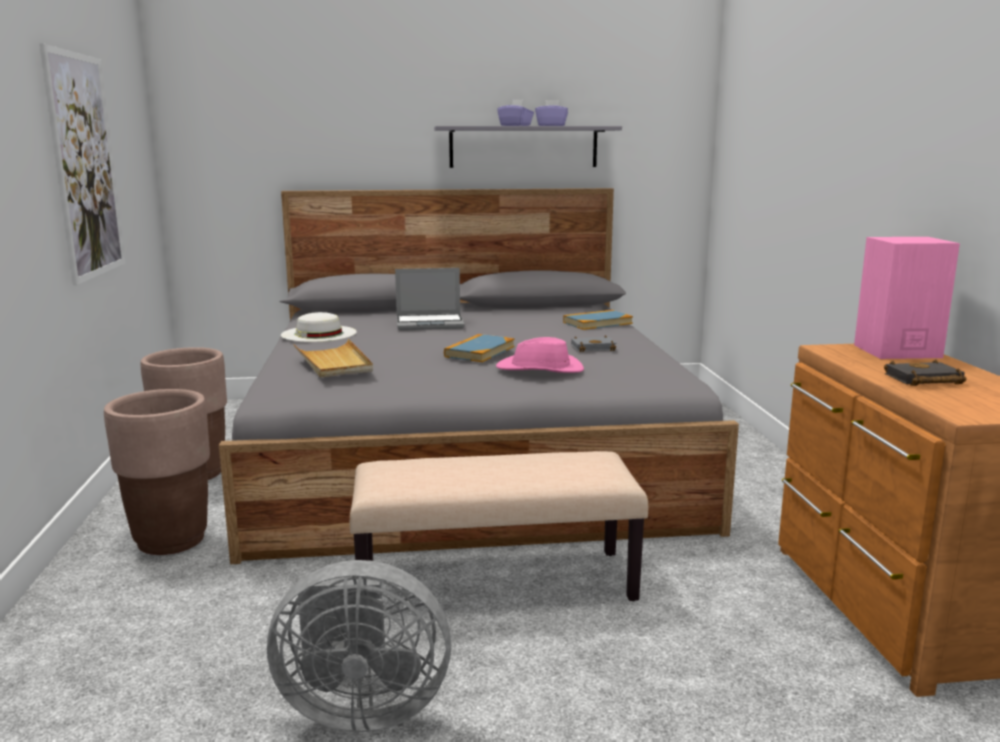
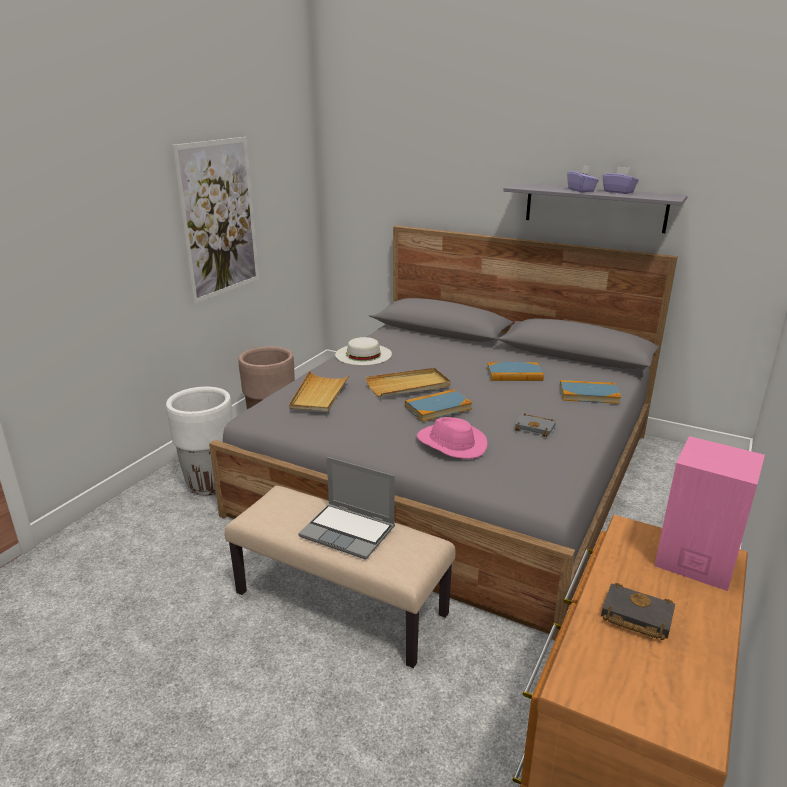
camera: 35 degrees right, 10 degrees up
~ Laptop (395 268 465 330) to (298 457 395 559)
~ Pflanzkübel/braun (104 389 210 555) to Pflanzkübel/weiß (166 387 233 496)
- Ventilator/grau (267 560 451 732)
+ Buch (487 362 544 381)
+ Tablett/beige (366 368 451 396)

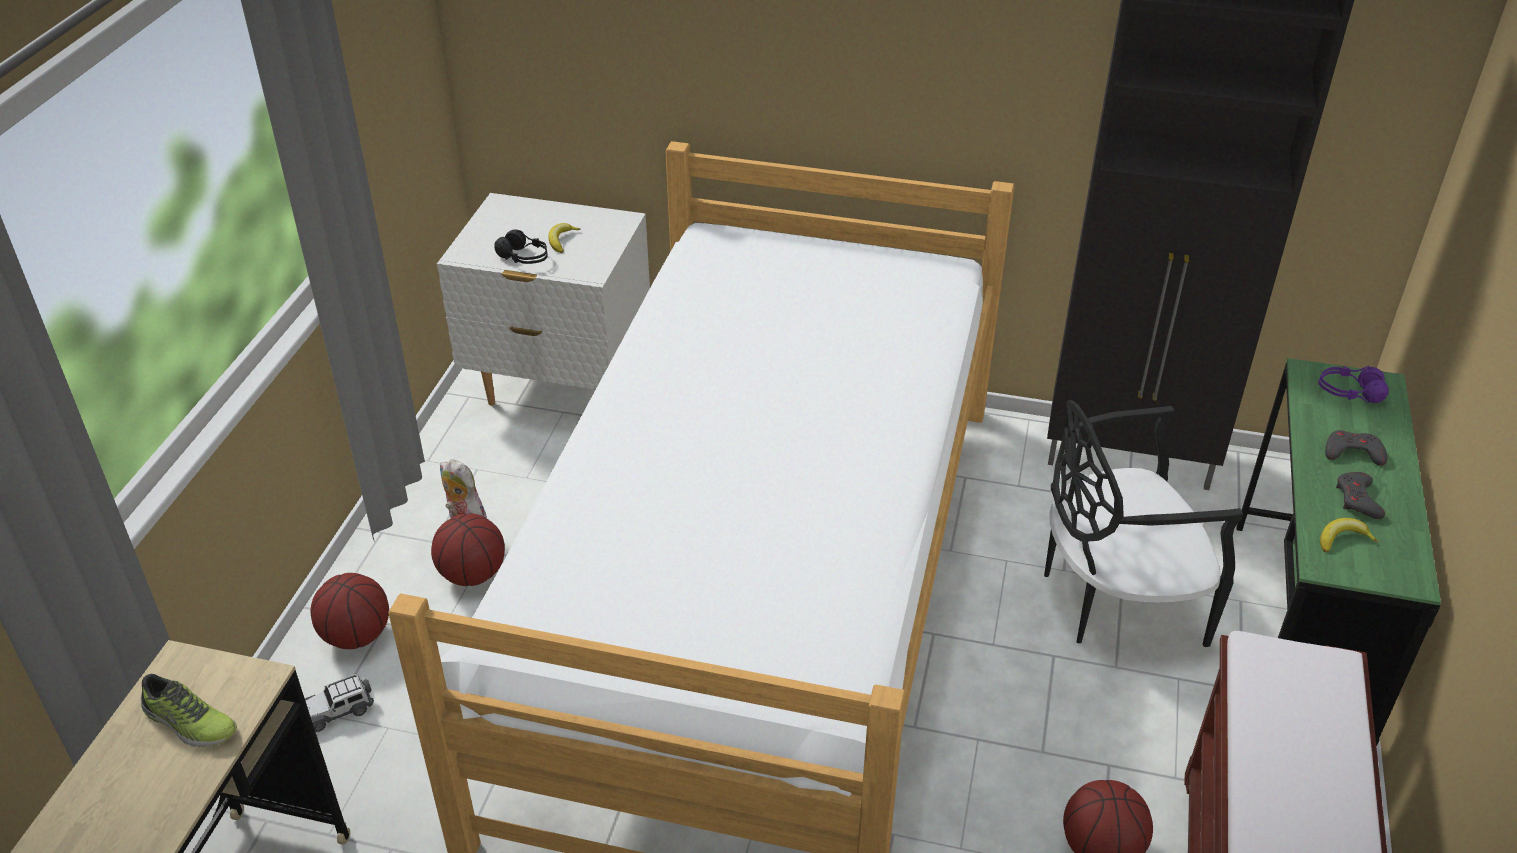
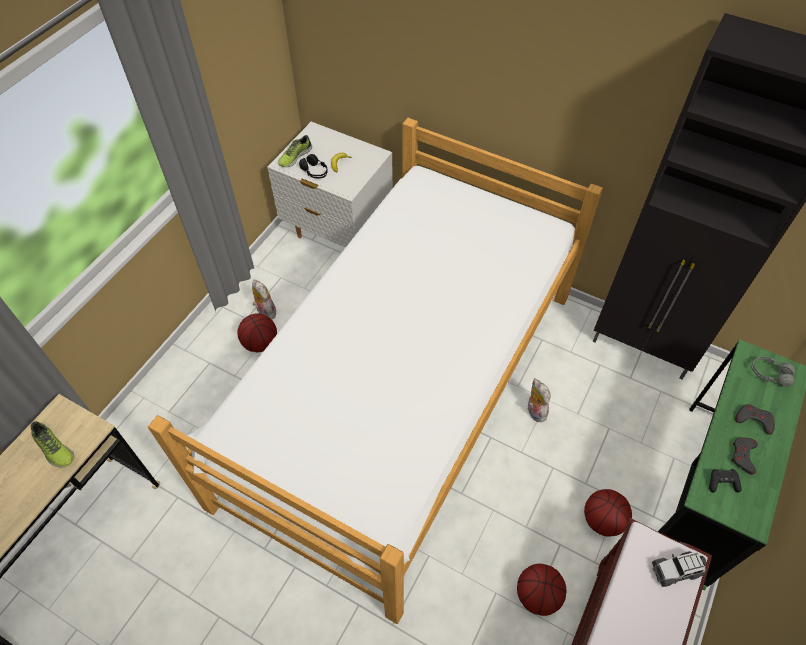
camera: 15 degrees right, 15 degrees up
~ Kopfhörer/lila (1318 366 1389 403) to Kopfhörer/grau (751 356 795 387)
- Stuhl/schwarz (1044 400 1243 647)
~ Banane (1320 518 1378 552) to Gamepad/schwarz (709 469 742 493)
~ Basketball (311 573 389 649) to (584 489 632 537)
~ Spielzeugauto (305 674 374 732) to (652 551 707 587)
+ Schuh (278 135 312 167)
+ Plüschtier (528 378 551 422)

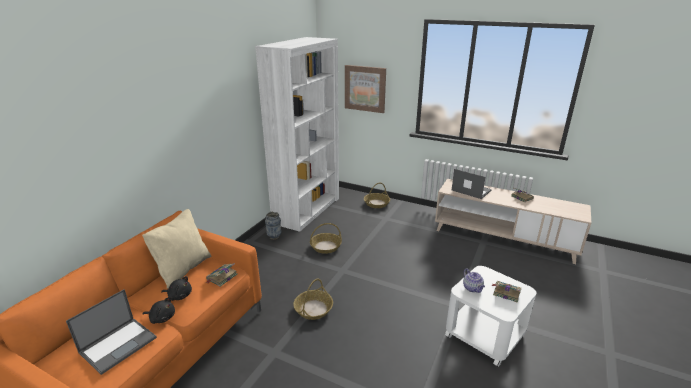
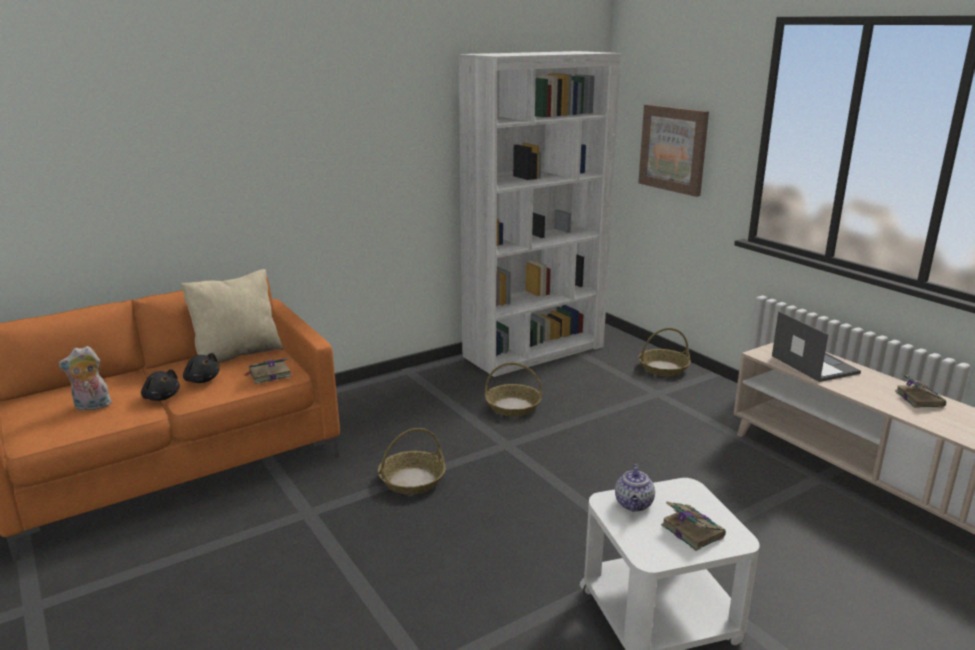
camera: 30 degrees right, 5 degrees down
- Vase (265 212 281 240)
~ Laptop (66 289 157 375) to Plüschtier (58 346 113 411)

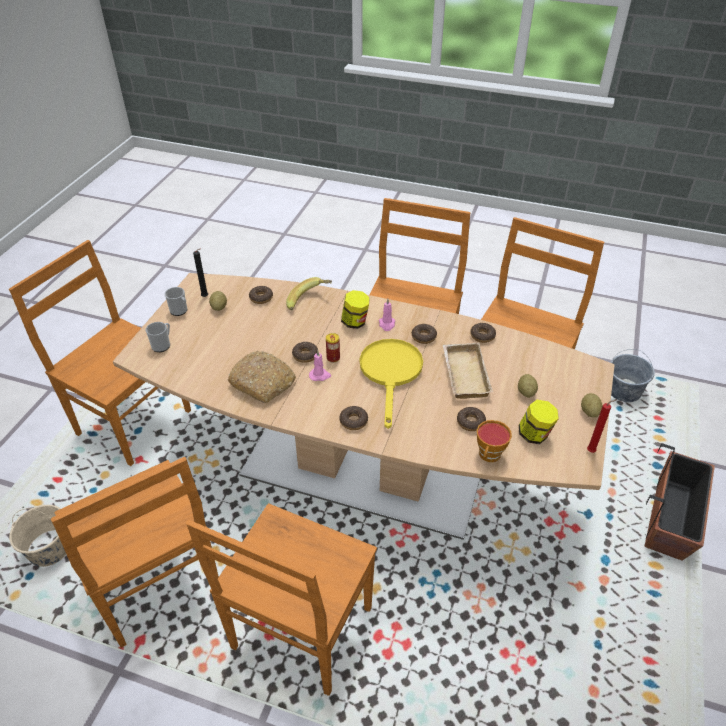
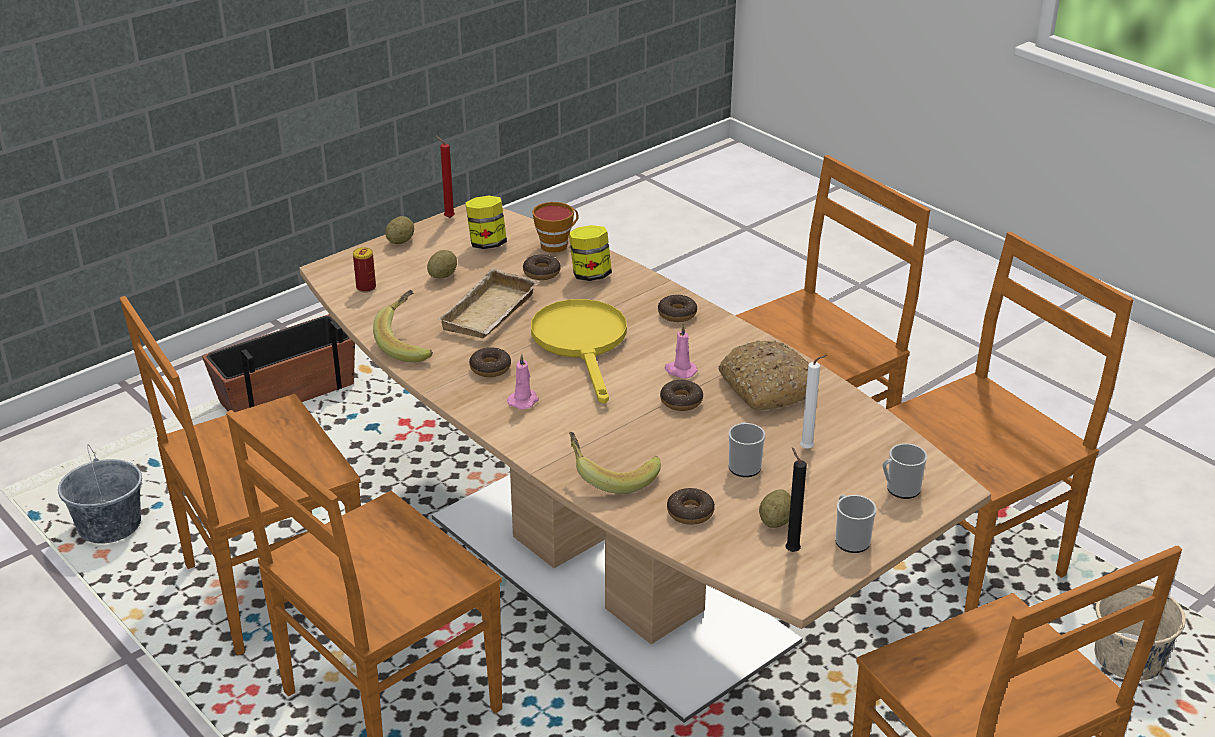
camera: 150 degrees left, 10 degrees down
~ Vorratsglas (341 290 370 329) to (569 225 612 281)
~ Donut (470 323 496 343) to Banane (373 290 433 363)
~ Dose (326 333 340 363) to (353 247 376 292)
~ Pfanne/gelb (360 339 423 429) = (531 299 627 404) 135 degrees clockwise
~ Stuhl/braun (51 457 219 648) = (887 232 1133 613) 60 degrees clockwise
+ Kerze/weiß (800 355 827 449)
+ Henkelbecher (729 422 765 477)

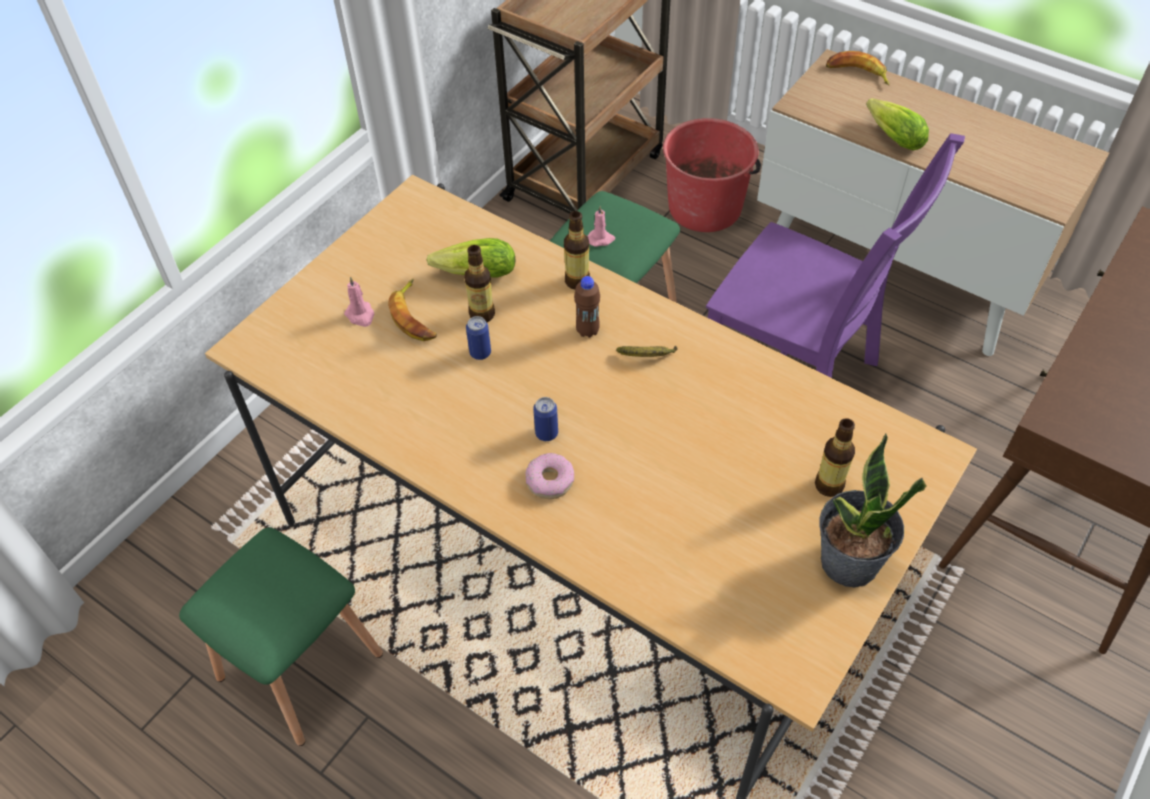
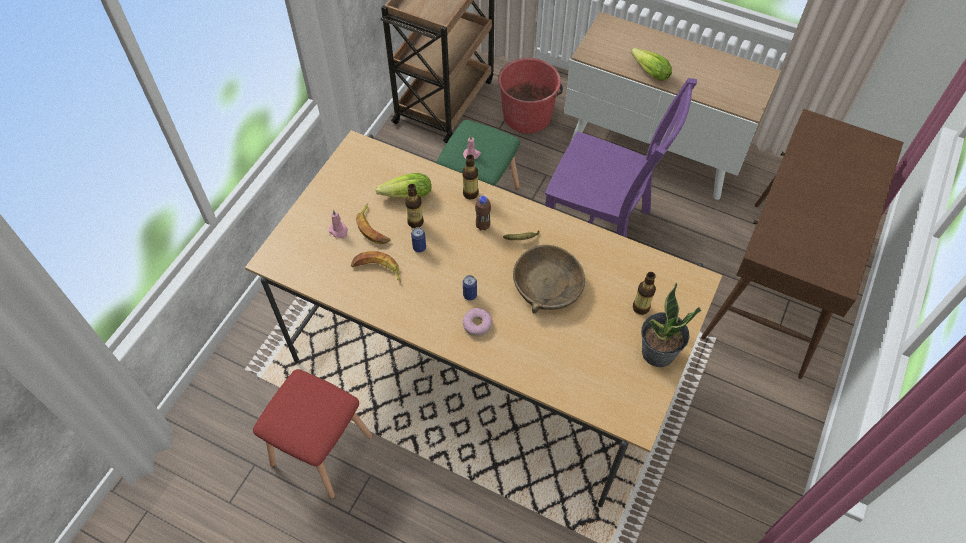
camera: 10 degrees left, 5 degrees up
~ Banane (826 51 890 86) to (351 251 401 282)
~ Hocker/grün (179 527 383 746) to Hocker/rot (253 369 372 499)
+ Schüssel/braun (513 245 585 314)

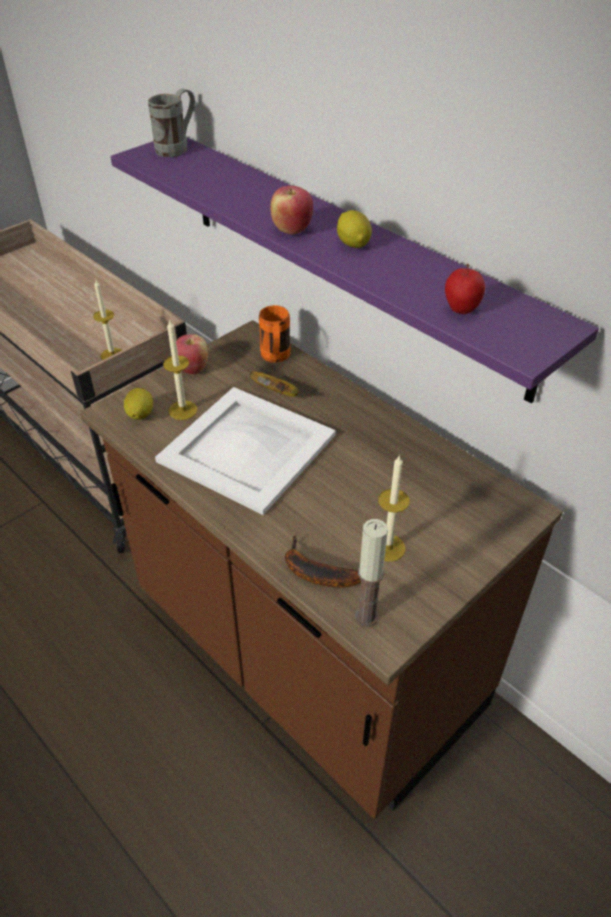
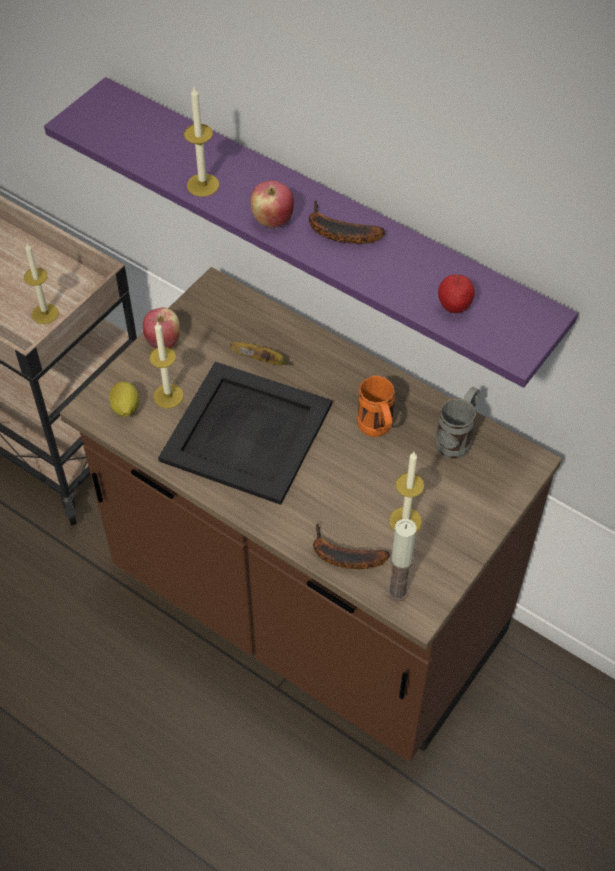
camera: 10 degrees left, 10 degrees up
~ Henkelbecher/grau (148 89 195 157) to (435 387 480 459)
~ Zitrone (337 210 372 248) to Banane (309 200 385 244)
~ Henkelbecher/orange (259 305 291 363) to (357 376 395 437)
~ Tablett/weiß (155 387 336 515) to Tablett/schwarz (158 362 332 505)
+ Kerze (184 87 219 197)

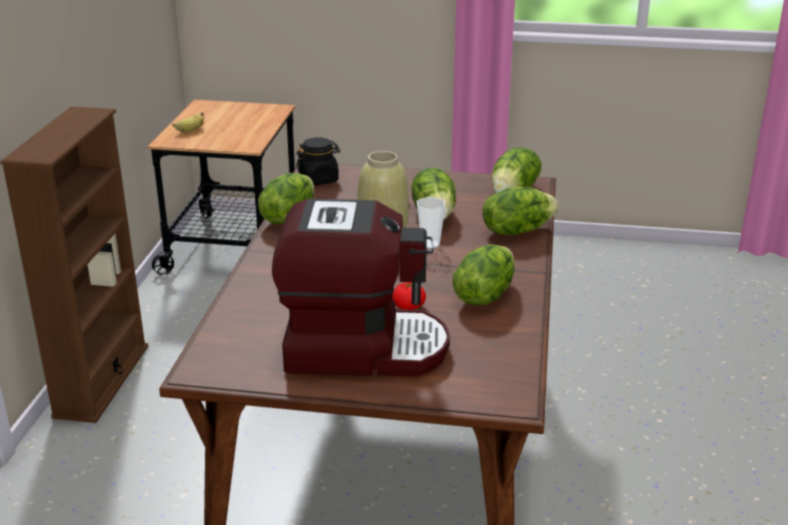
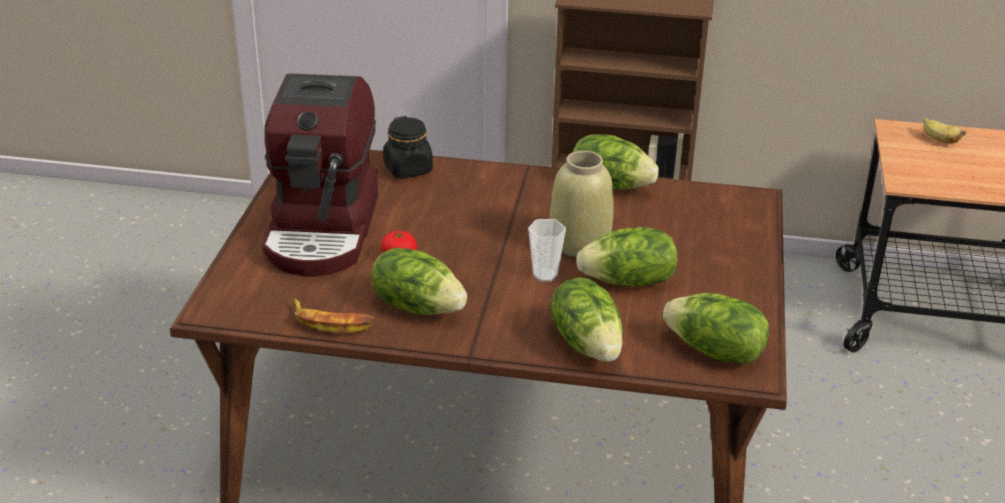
camera: 90 degrees right, 5 degrees up
~ Vorratsglas/schwarz (296 137 340 185) to (383 116 433 178)
+ Banane (294 298 375 333)

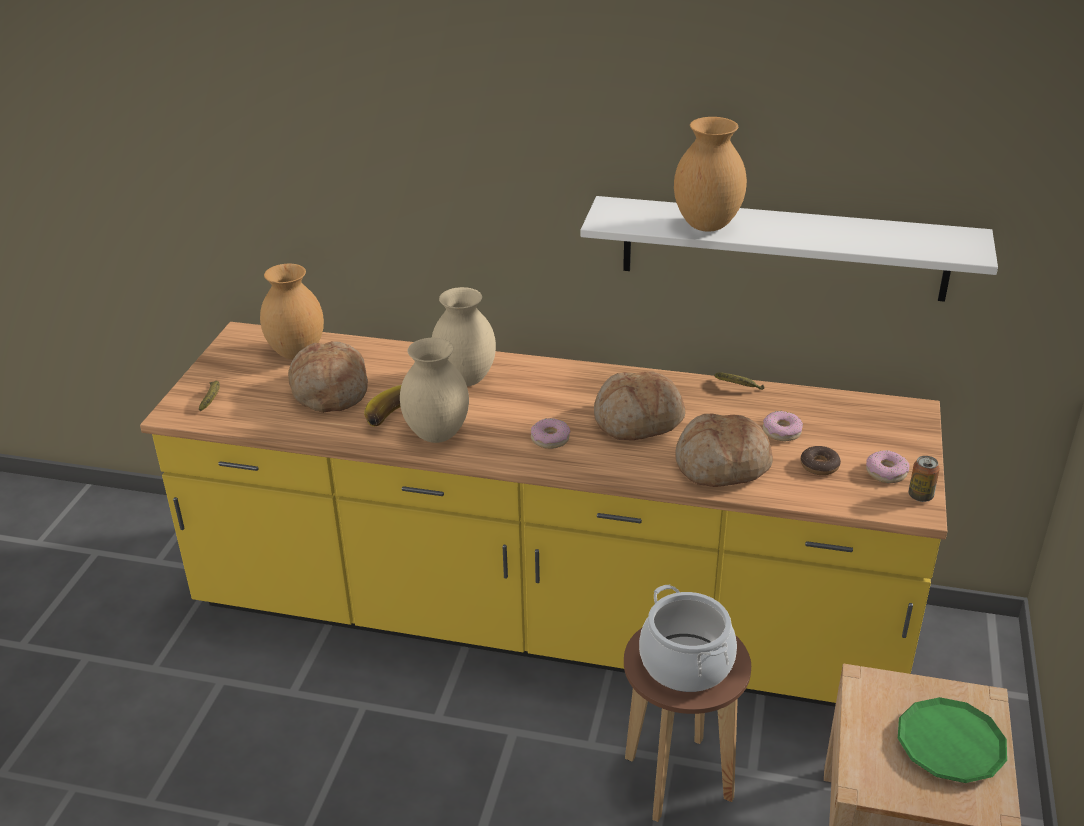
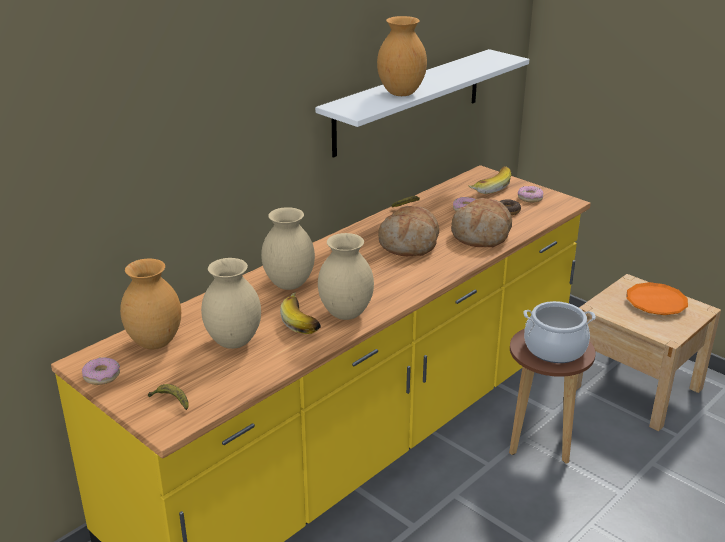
camera: 60 degrees left, 5 degrees down
~ Brot (288 341 368 413) to Vase/beige (201 258 261 349)
~ Donut (531 418 570 449) to (82 357 120 385)
- Dose (909 456 940 502)
~ Teller/grün (898 697 1007 783) to Teller/orange (626 282 688 315)
+ Banane (468 166 511 194)

